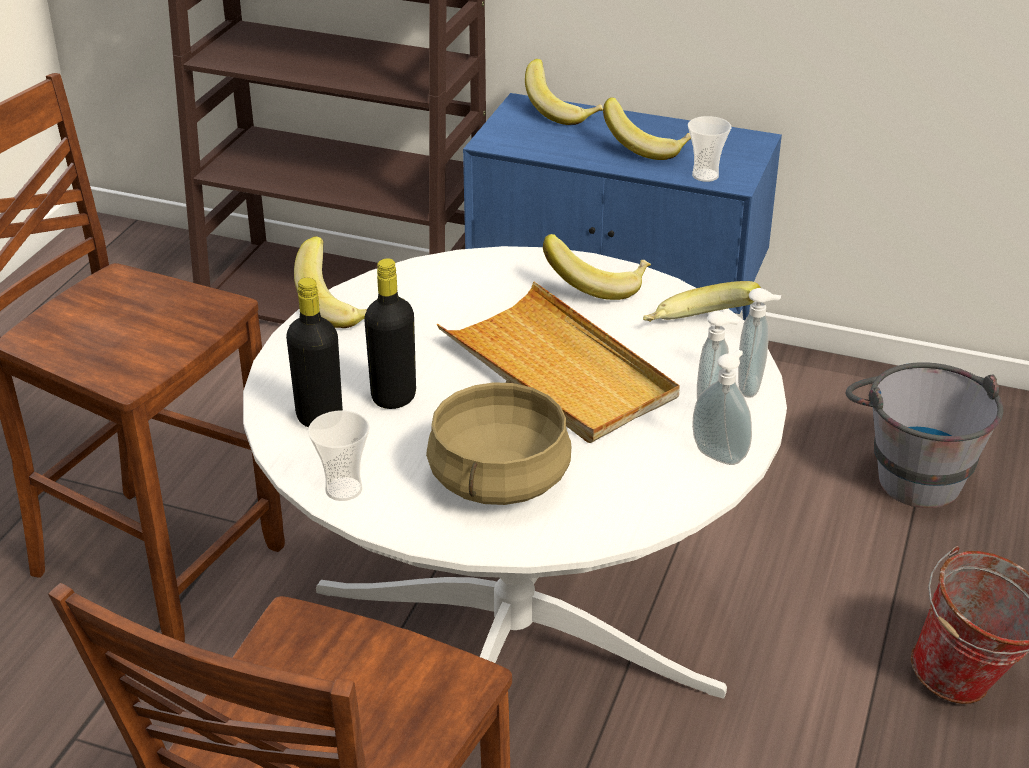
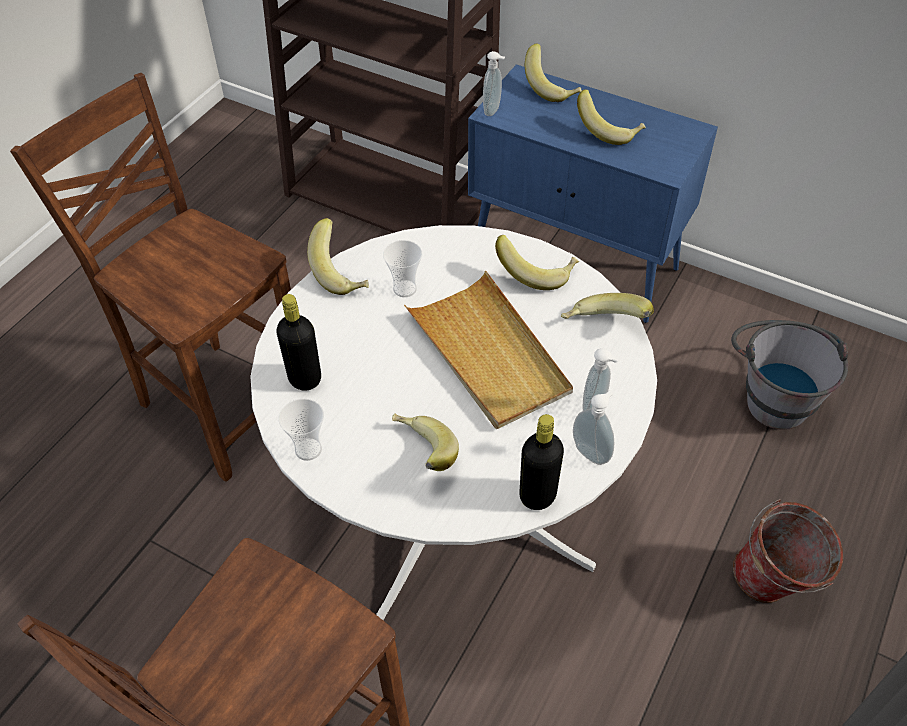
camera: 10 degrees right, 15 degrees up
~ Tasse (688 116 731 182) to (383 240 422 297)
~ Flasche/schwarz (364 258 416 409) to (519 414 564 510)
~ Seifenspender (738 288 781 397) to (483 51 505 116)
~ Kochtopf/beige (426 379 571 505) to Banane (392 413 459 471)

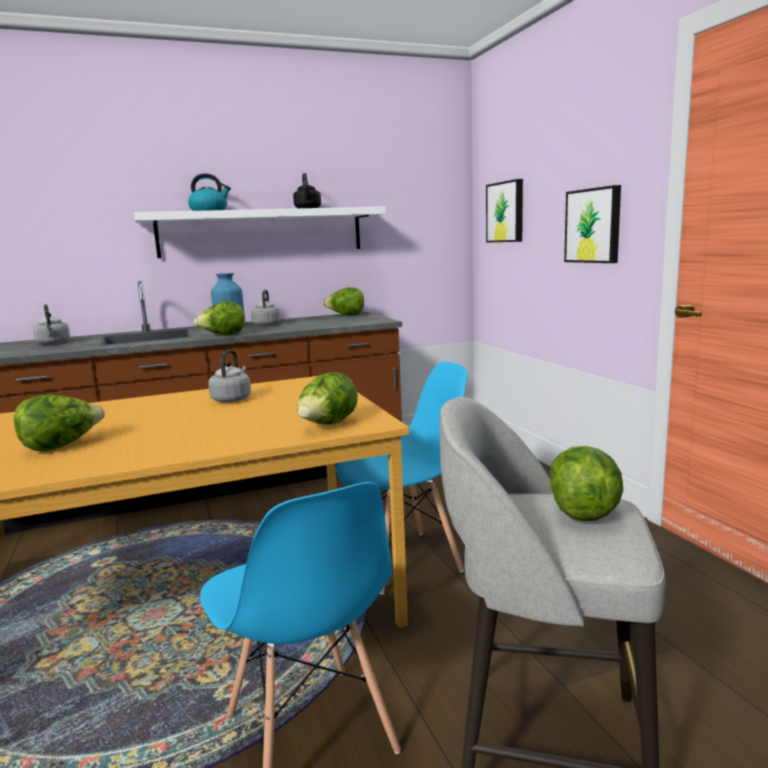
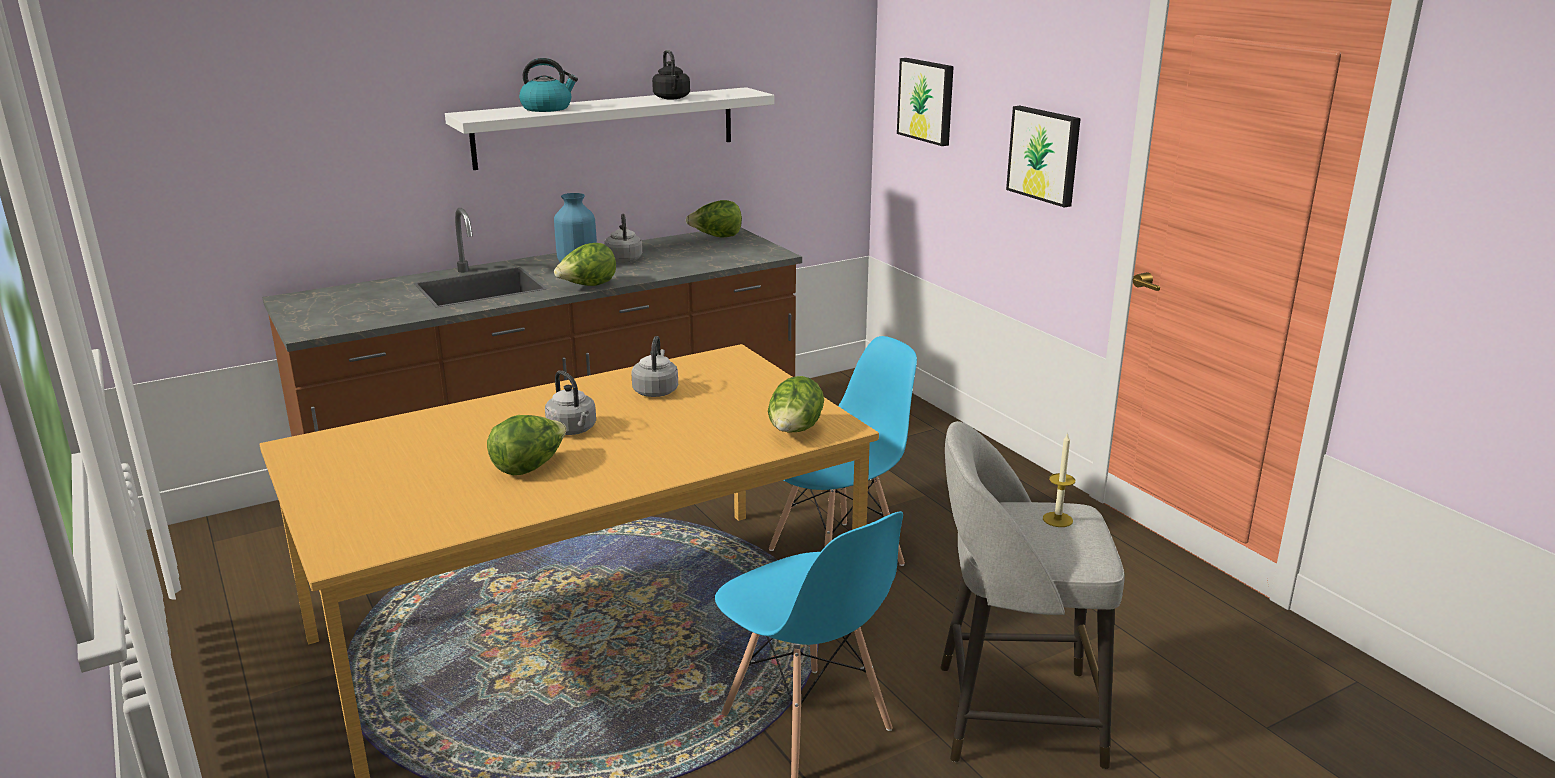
camera: 10 degrees left, 10 degrees up
~ Wasserkessel/grau (33 304 70 345) to (545 370 596 435)
~ Salatkopf (549 446 623 521) to Kerze (1043 432 1075 527)

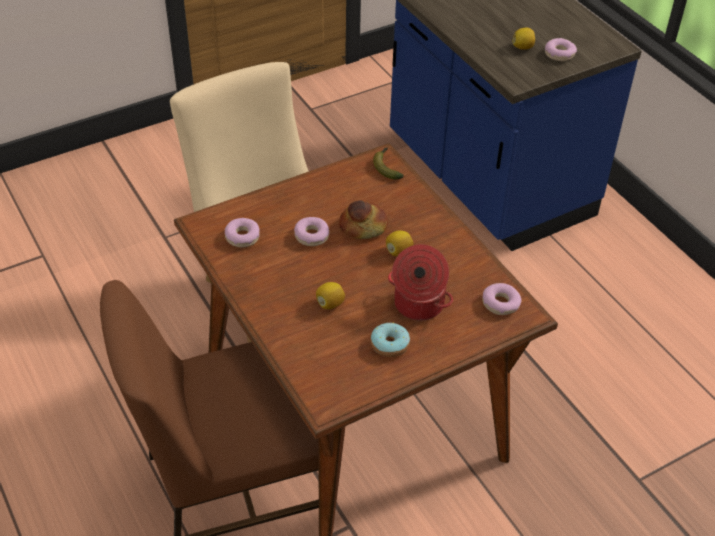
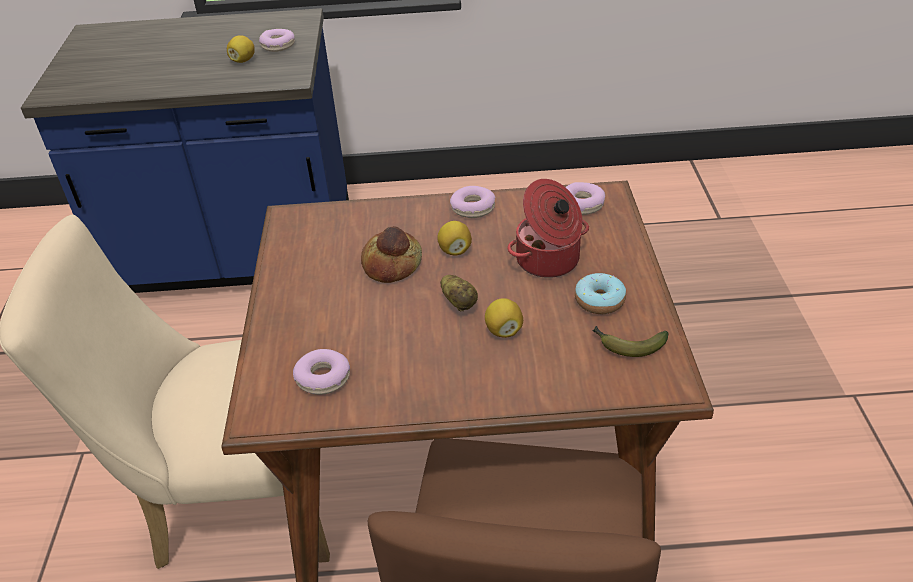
camera: 60 degrees left, 5 degrees down
~ Banane (373 148 404 179) to (592 326 669 357)
~ Donut (294 217 329 246) to (450 186 495 218)
+ Kartoffel (440 275 478 312)

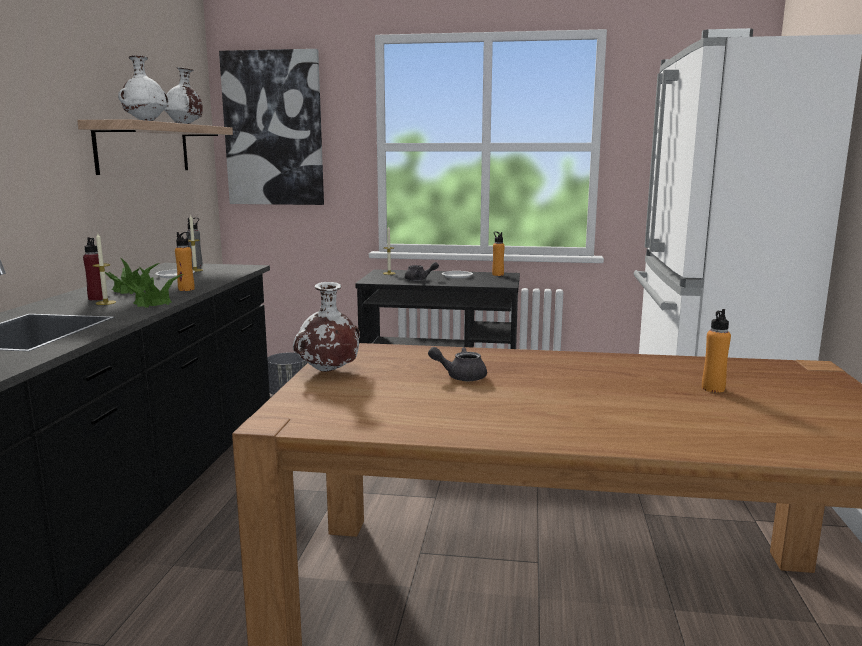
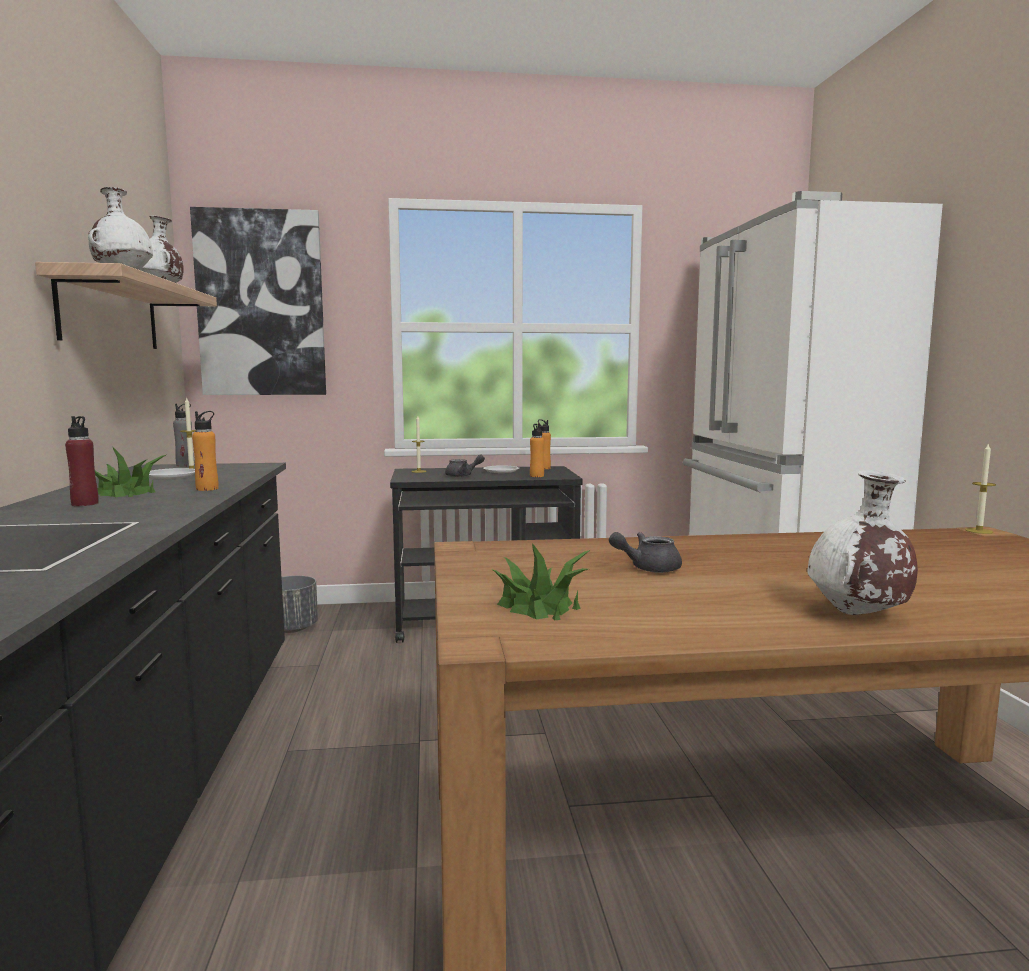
camera: 15 degrees left, 5 degrees down
~ Kerze (93 233 116 305) to (965 443 996 534)
~ Topfpflanze (123 267 183 308) to (492 543 590 620)
~ Vase/weiß (293 282 360 372) to (807 470 918 615)
~ Flasche/orange (702 309 731 393) to (530 423 544 477)

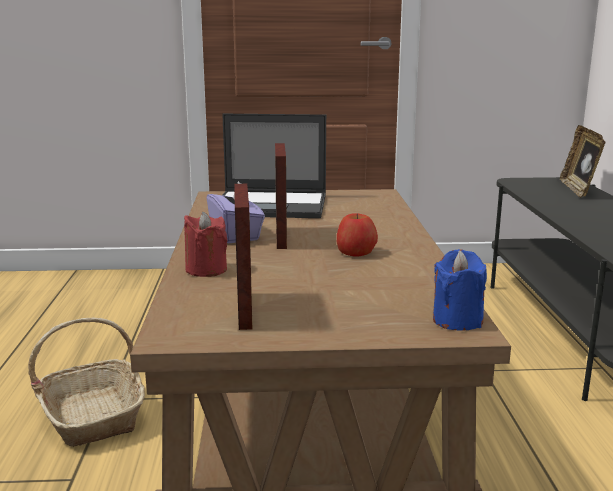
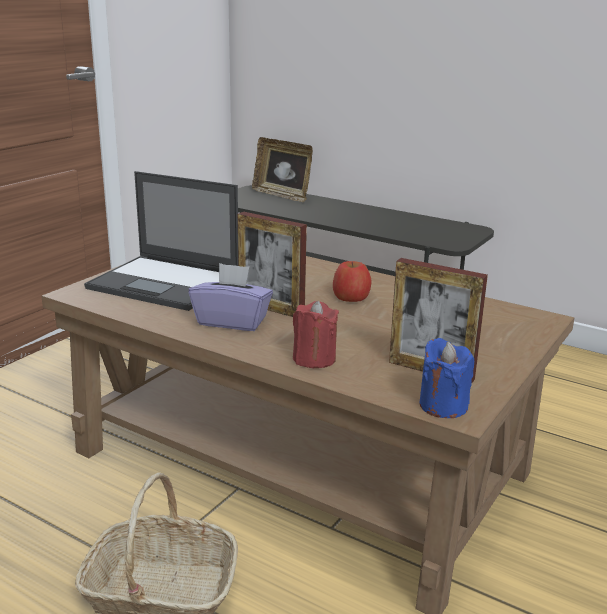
camera: 55 degrees left, 5 degrees up
~ Laptop (222 114 326 218) = (84 171 238 311) 75 degrees clockwise
~ Kerze/blau (433 249 487 331) to (419 338 474 418)

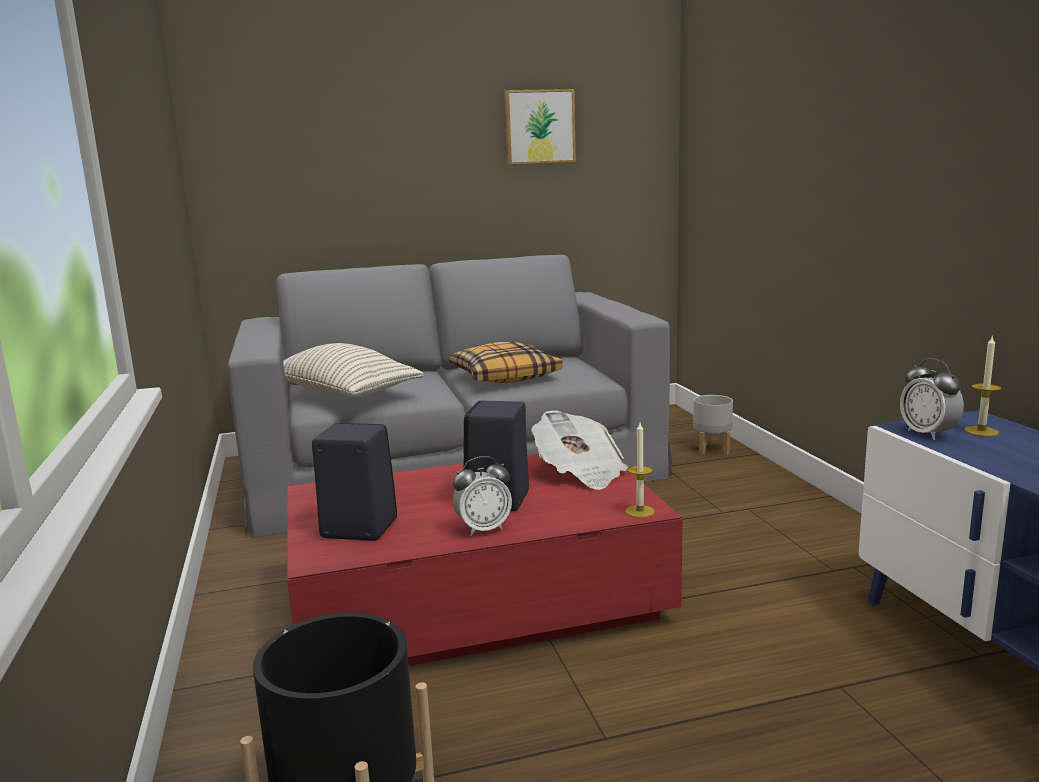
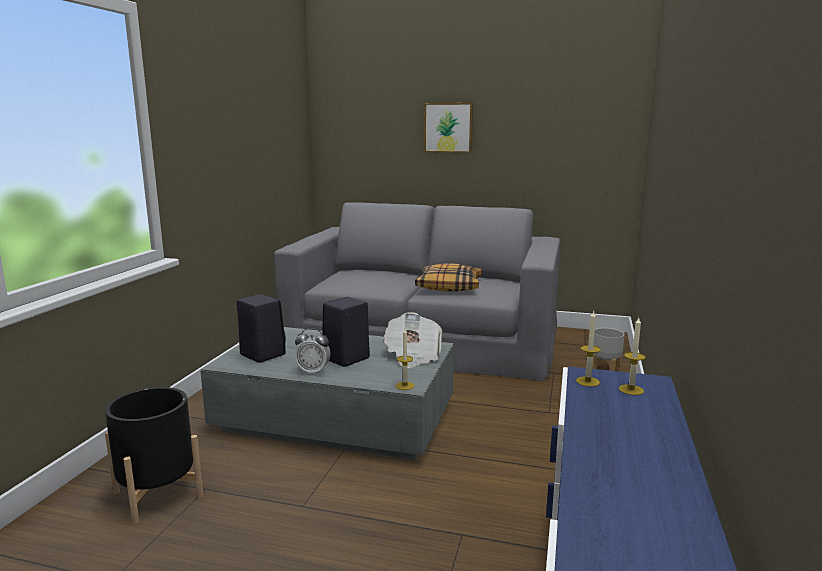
camera: 30 degrees right, 0 degrees up
~ Bild (504 89 576 164) to (424 103 473 153)
- Kissen (283 343 424 399)
~ Wecker (900 358 964 440) to Kerze (576 311 601 387)
~ Couchtisch/rot (287 454 683 666) to Couchtisch/grau (200 327 454 460)

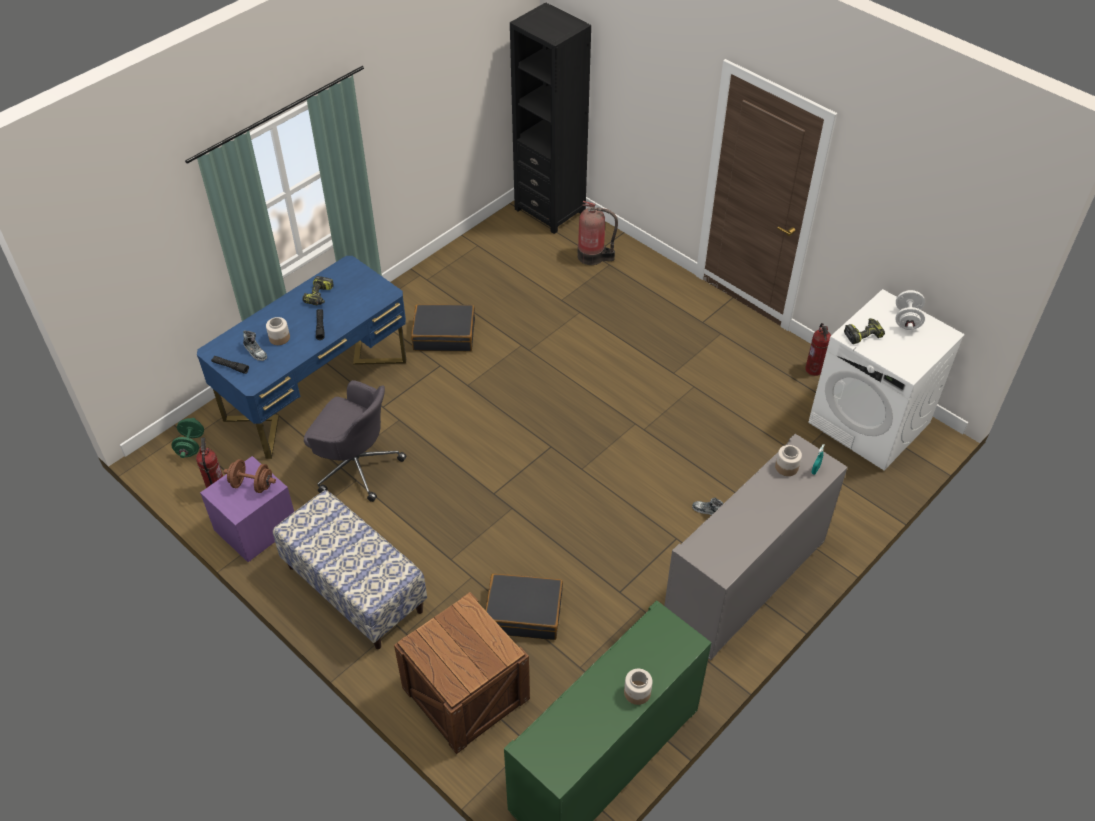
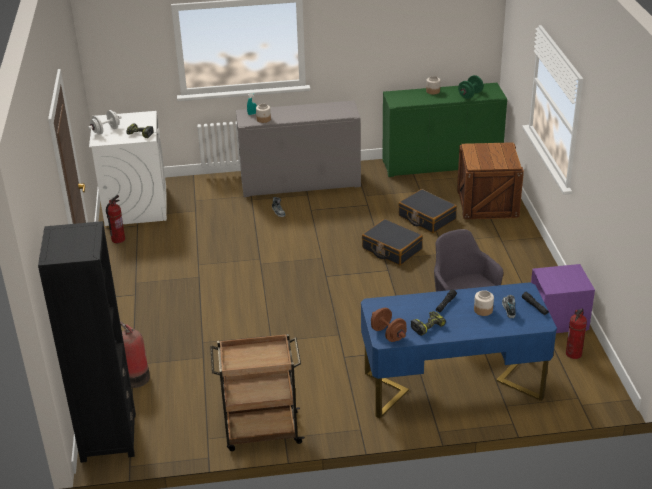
camera: 140 degrees left, 15 degrees down
~ Koffer/schwarz (411 304 475 351) to (362 219 423 265)
~ Hantel/grün (171 418 204 458) to (458 75 484 99)
~ Hantel/braun (223 459 276 493) to (371 308 407 342)
- Bank (273 490 427 649)
+ Rollwagen/braun (210 334 305 451)

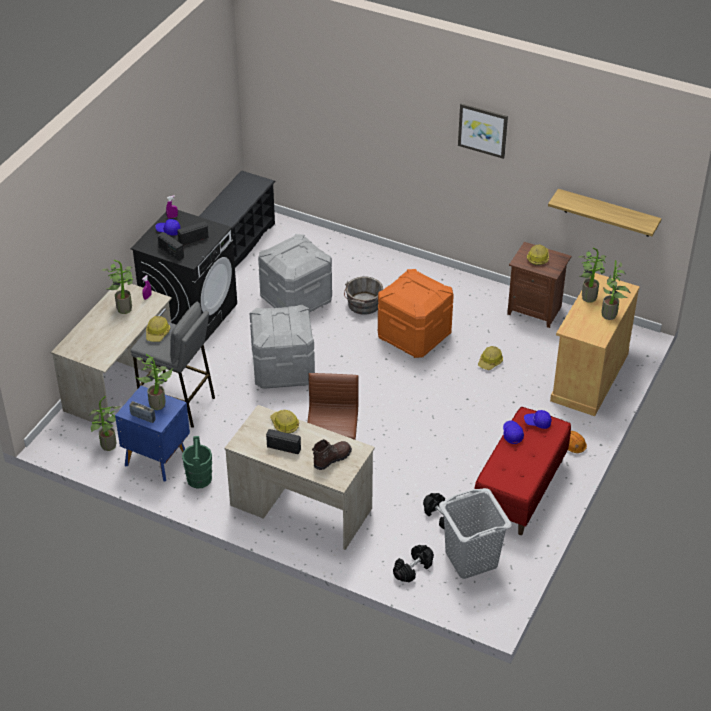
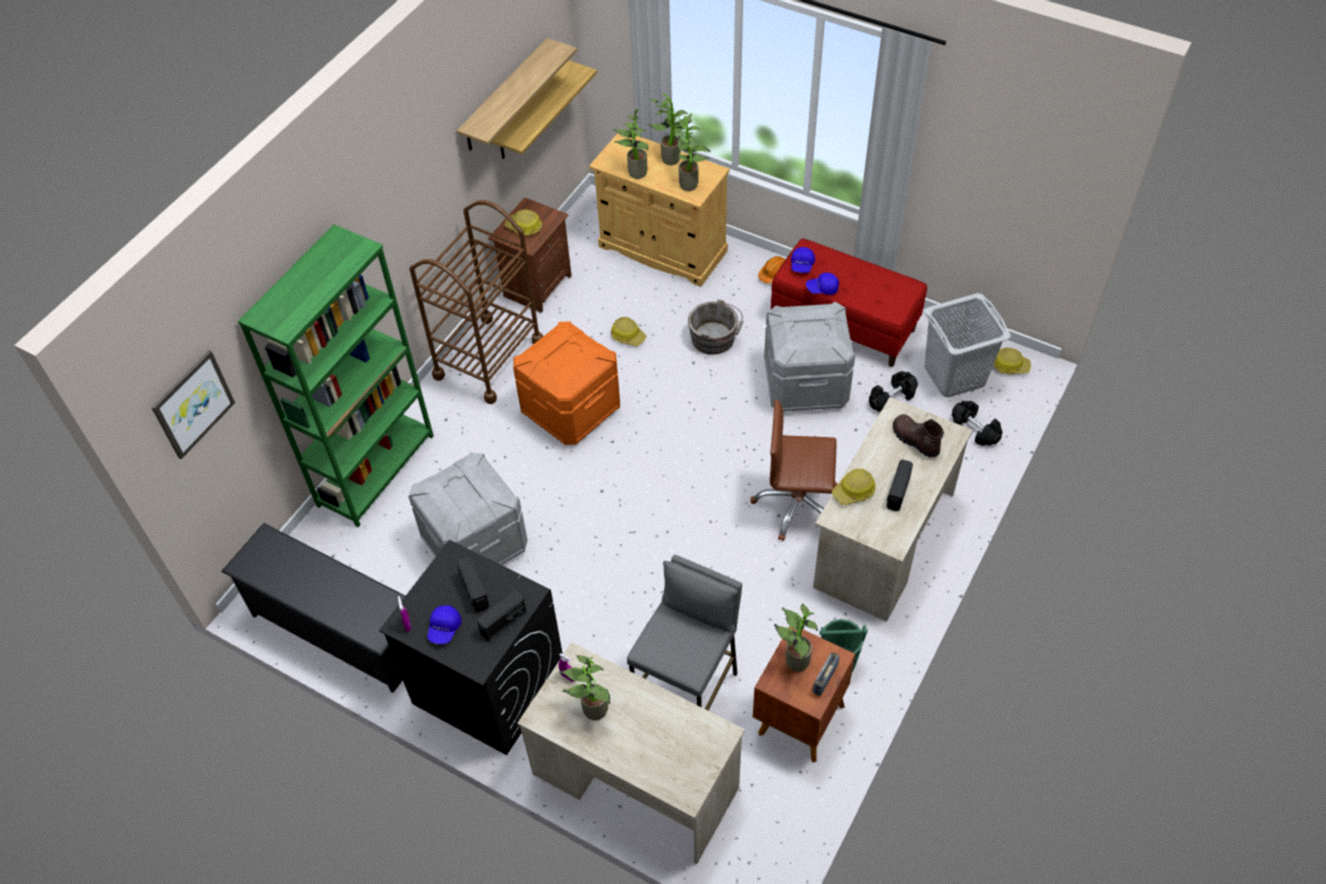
camera: 85 degrees left, 10 degrees up
~ Bild (458 103 508 159) to (151 350 235 459)
~ Eimer/grau (344 276 383 315) to (688 299 743 355)
~ Aufbewahrungsbox/grau (250 304 315 389) to (764 302 855 412)
~ Schutzhelm (146 316 170 342) to (993 347 1031 374)
~ Nachttisch/blau (115 386 190 482) to Nachttisch/braun (753 626 855 763)
~ Topfpflanze (90 396 121 451) to (677 115 711 191)
+ Wandregal (457 38 577 151)
+ Rollwagen/braun (410 200 543 404)
+ Bücherregal/grün (238 225 434 527)

